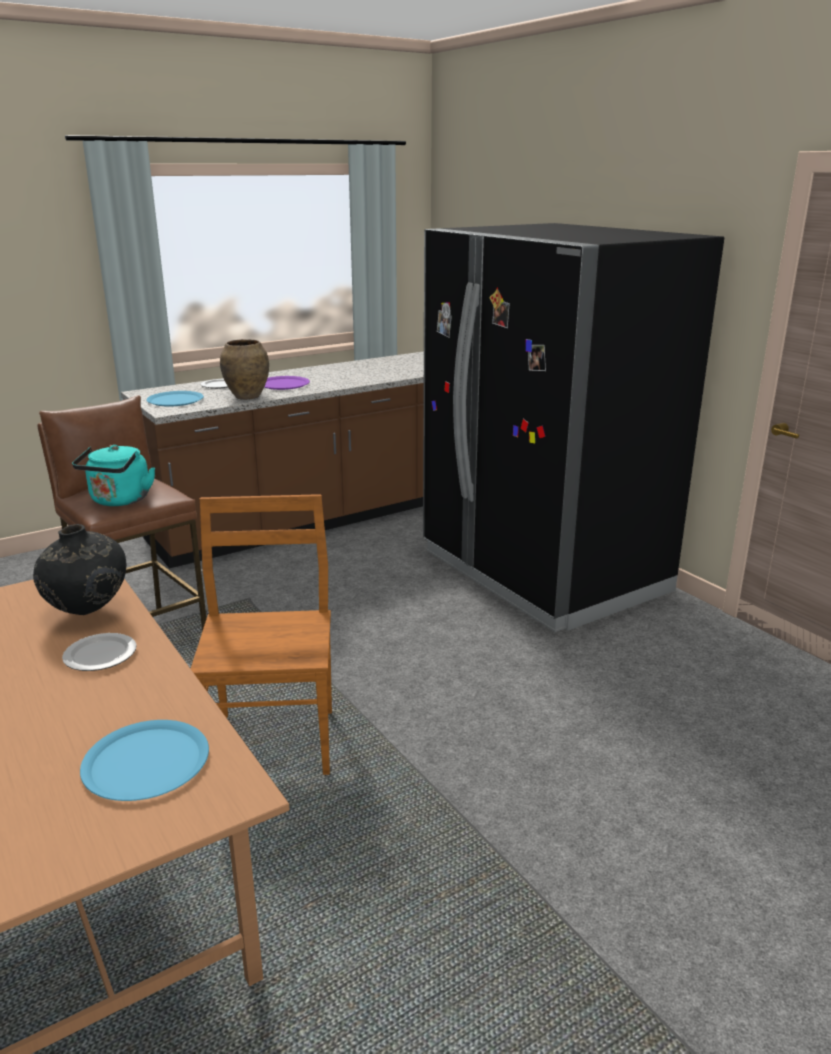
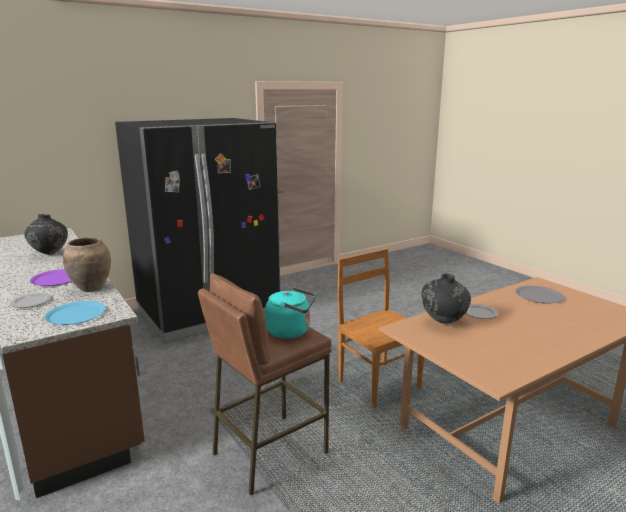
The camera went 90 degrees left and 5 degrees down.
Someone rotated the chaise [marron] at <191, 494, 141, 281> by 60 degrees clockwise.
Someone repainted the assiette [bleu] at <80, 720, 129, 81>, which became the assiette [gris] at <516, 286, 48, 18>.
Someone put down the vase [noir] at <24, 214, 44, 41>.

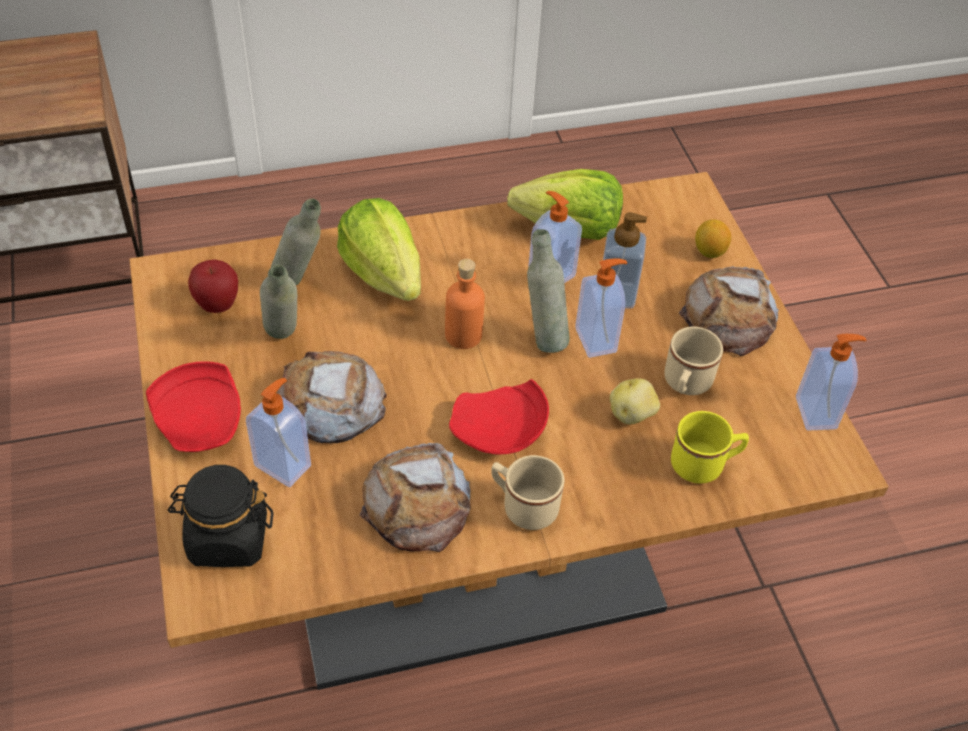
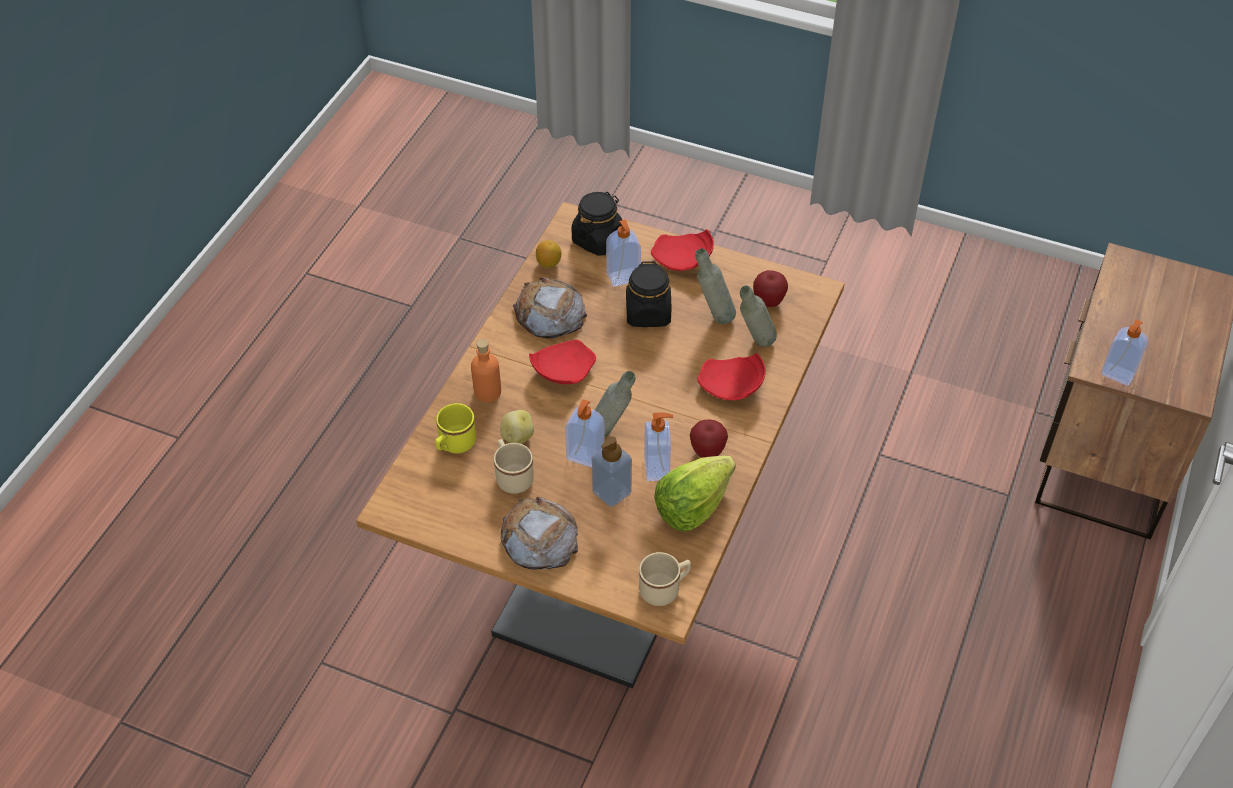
The camera went 130 degrees right and 0 degrees up.
Someone swapped the laitue at <337, 198, 84, 103> for the assiette [rouge] at <697, 353, 69, 47>.
Someone carried the citron from <695, 219, 36, 39> to <536, 240, 25, 28>.
Someone carried the bouteille [orange] from <445, 259, 40, 90> to <471, 339, 30, 63>.
Someone carried the distributeur de savon from <796, 334, 71, 97> to <1101, 319, 47, 67>.
Someone swapped the pain at <277, 351, 110, 92> for the bocal [noir] at <626, 262, 45, 65>.
Someone carried the mug [beige] from <491, 455, 73, 75> to <639, 552, 52, 54>.
Someone put down the pomme at <690, 419, 38, 39>.

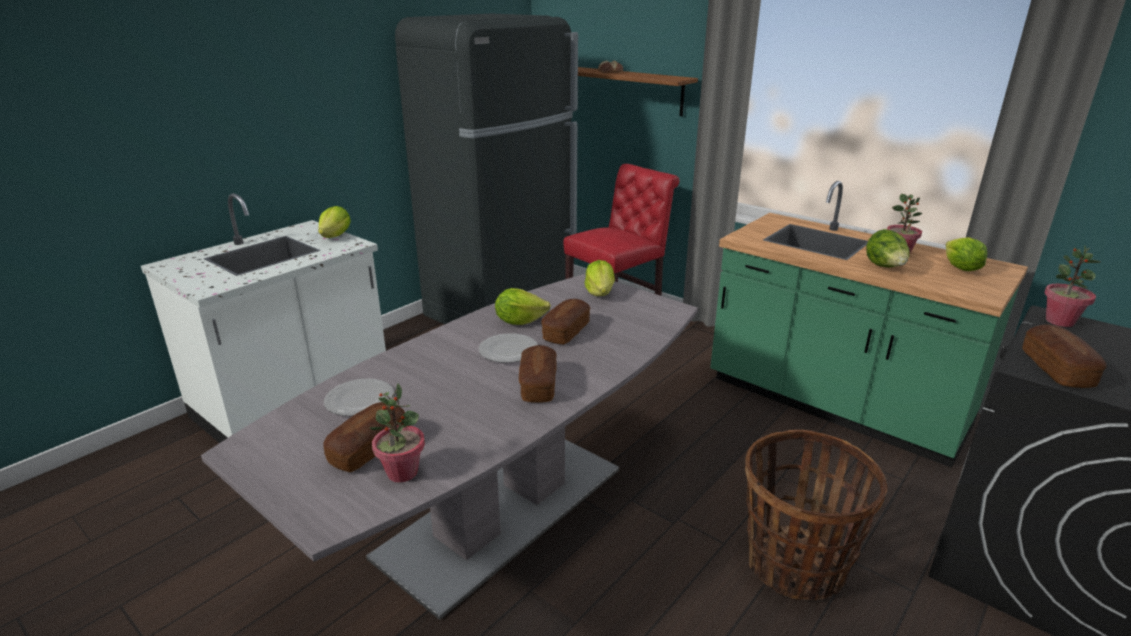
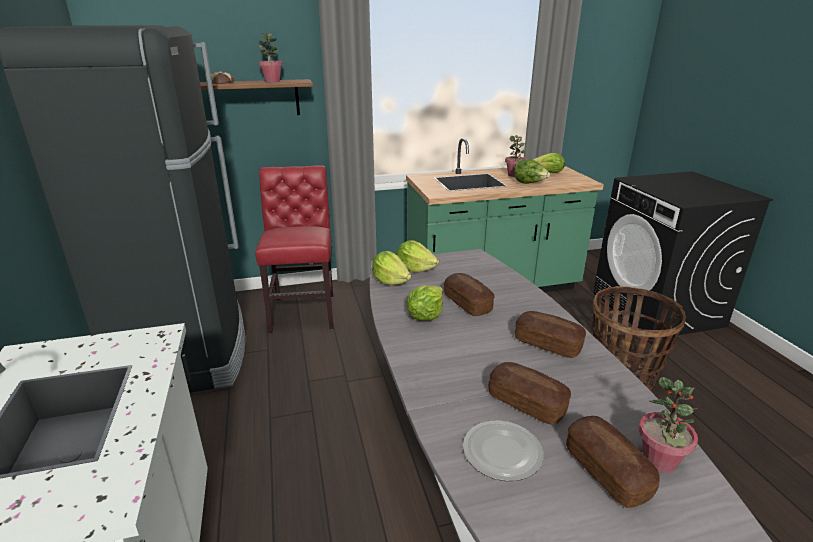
The camera went 55 degrees left and 0 degrees up.
Someone carried the laitue from <318, 206, 33, 32> to <372, 251, 39, 34>.
Someone carried the plante en pot from <1044, 245, 56, 82> to <258, 33, 25, 49>.
Someone carried the pain from <1022, 324, 85, 64> to <488, 362, 83, 63>.
Someone took away the assiette at <478, 333, 60, 30>.

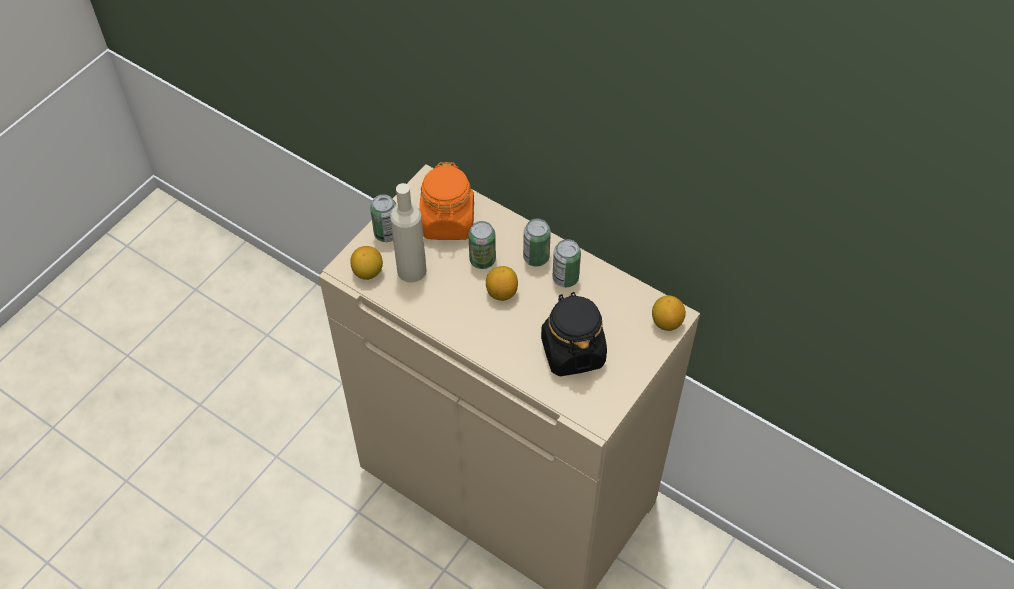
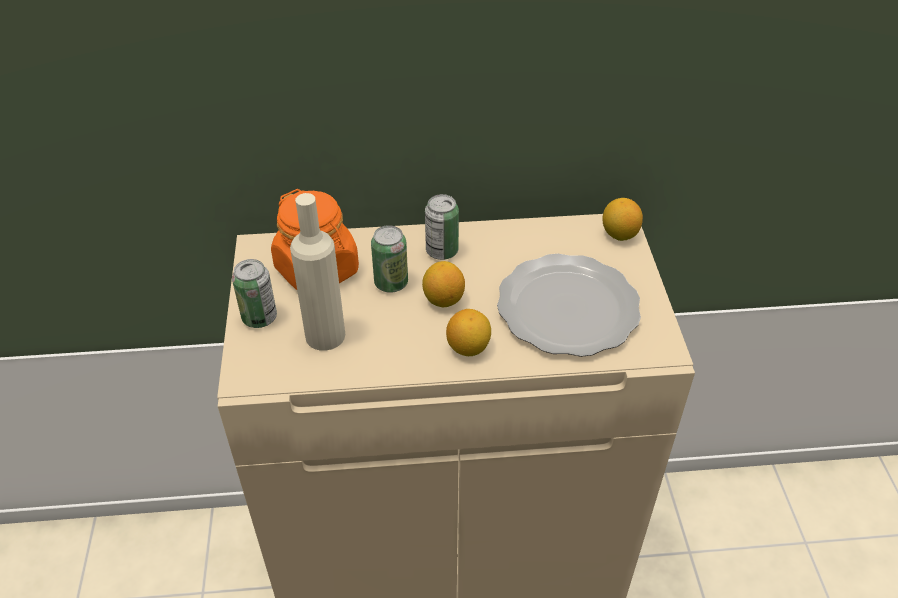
The camera went 40 degrees left and 10 degrees down.
Someone took away the boîte métallique at <552, 239, 29, 48>.
Someone carried the citron from <350, 246, 33, 34> to <446, 309, 45, 47>.
Someone swapped the bocal [noir] at <541, 292, 66, 85> for the assiette at <497, 254, 144, 103>.

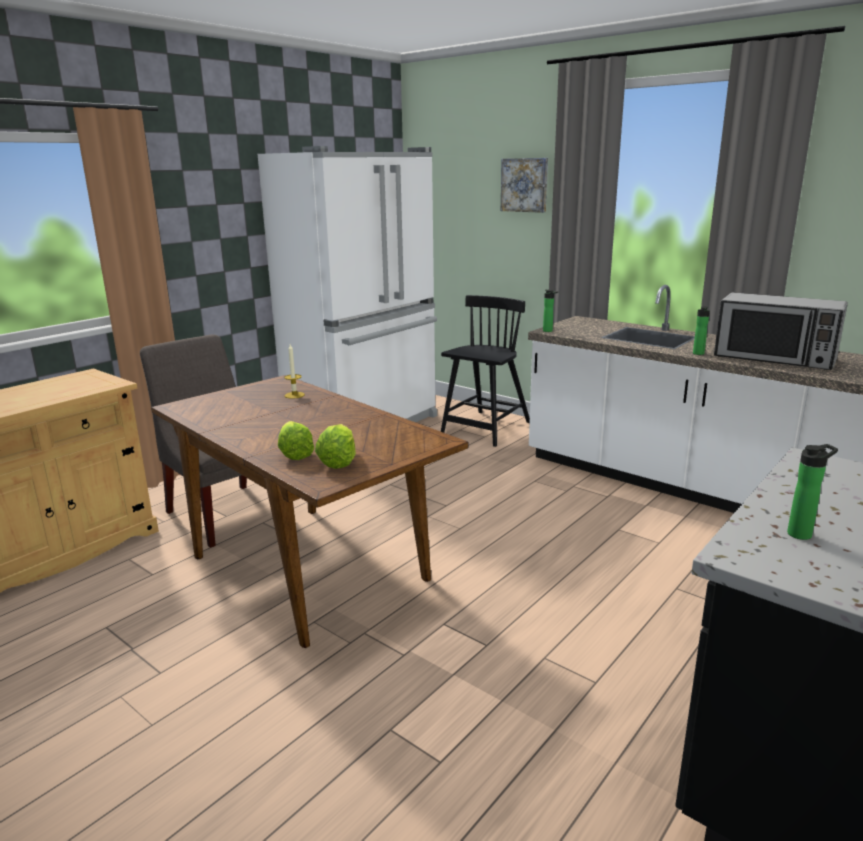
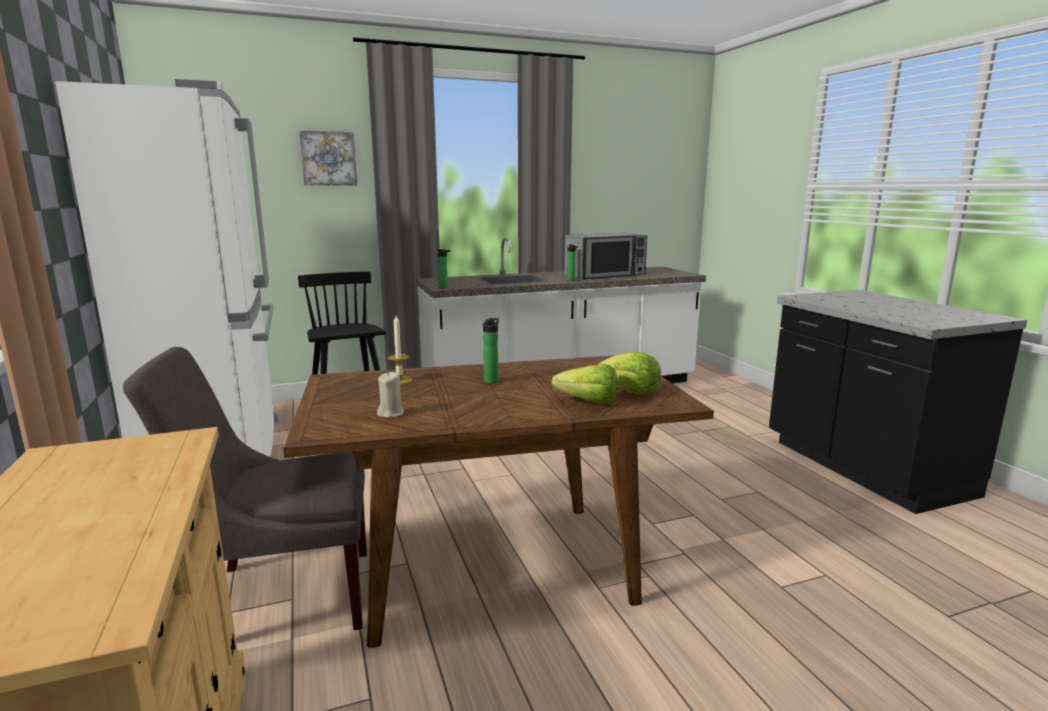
The camera went 60 degrees left and 5 degrees down.
Someone carried the bouteille from <787, 444, 51, 96> to <483, 318, 16, 66>.
Someone put down the bougie [beige] at <377, 372, 27, 46>.

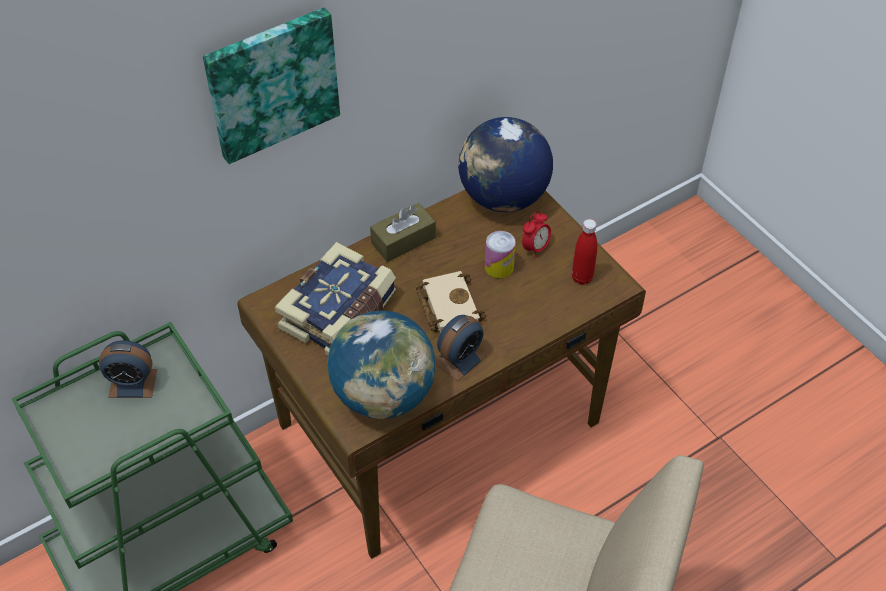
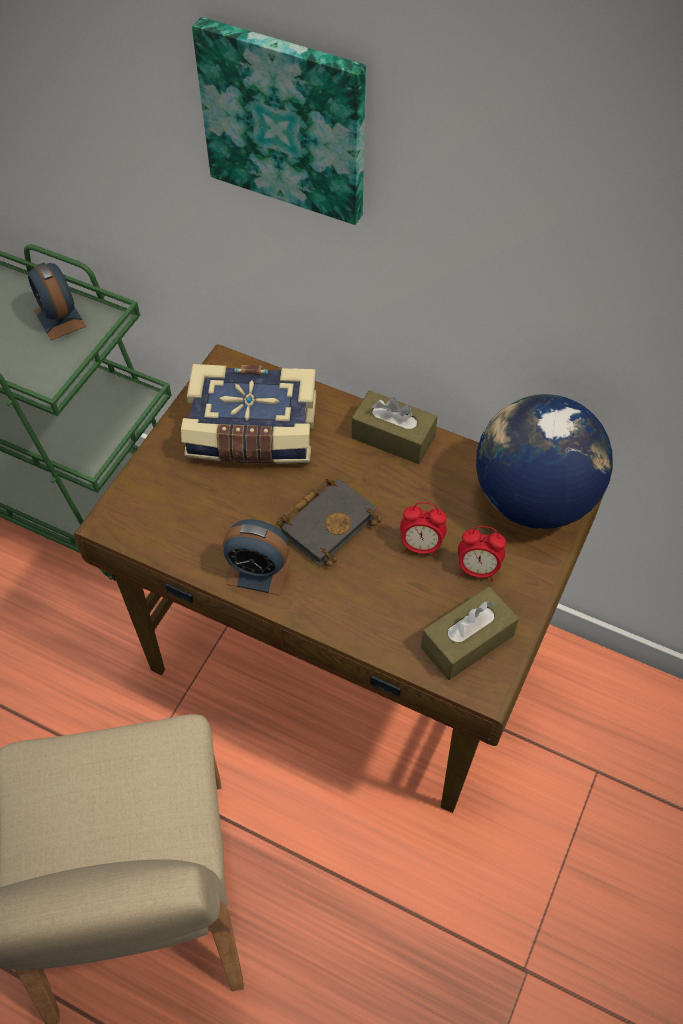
The camera went 60 degrees right and 5 degrees up.
Someone swapped the bouteille [rouge] at <572, 219, 25, 66> for the boîte à mouchoirs [marron] at <421, 586, 98, 94>.
Someone swapped the boîte métallique at <485, 231, 31, 48> for the réveil at <400, 502, 47, 55>.
Someone repainted the livre [beige] at <415, 271, 71, 62>, which became the livre [noir] at <277, 478, 104, 89>.
Someone took away the globe at <327, 311, 109, 108>.

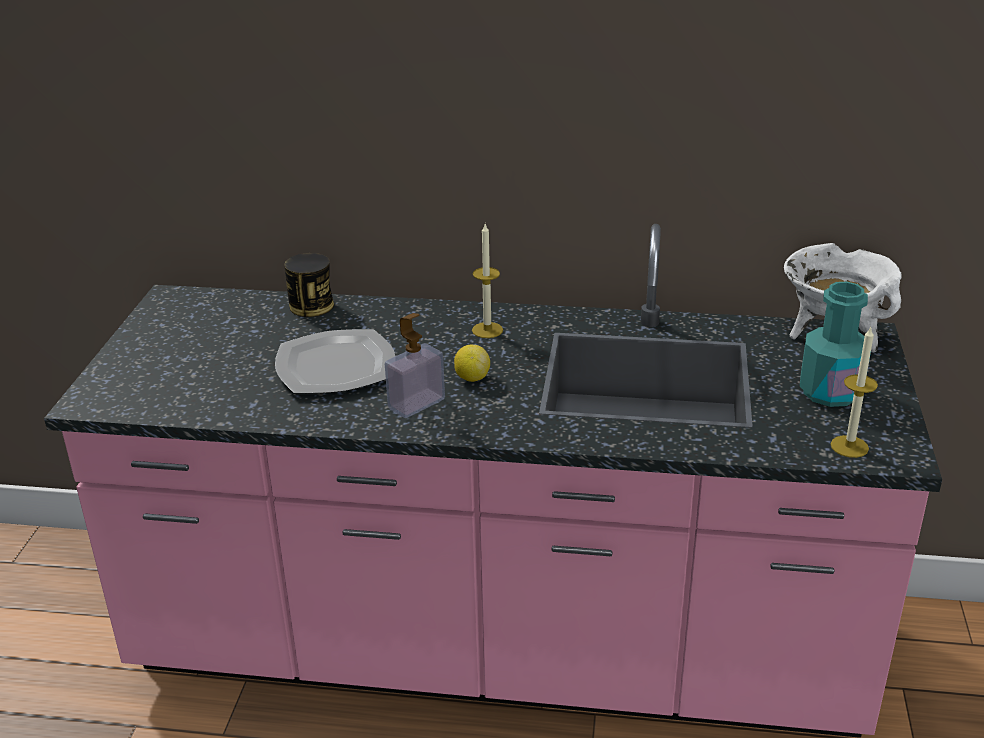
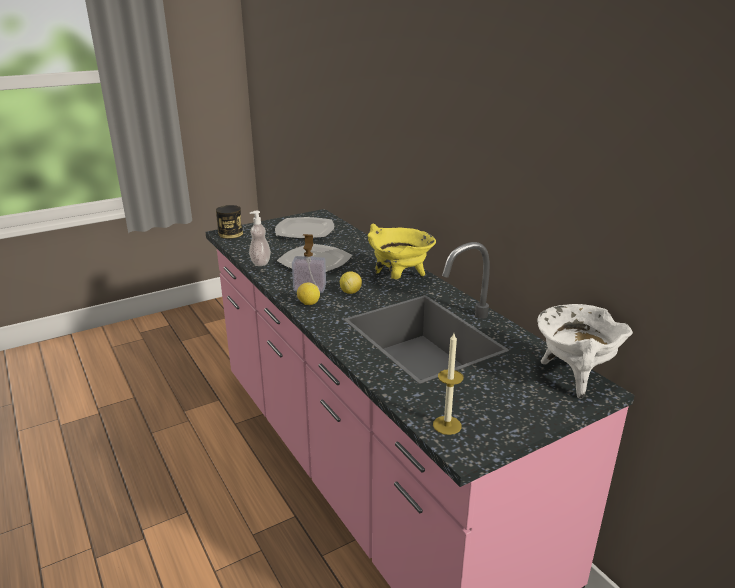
The camera went 50 degrees right and 5 degrees down.
Someone swapped the bougie at <472, 224, 31, 114> for the marmite [jaune] at <368, 224, 68, 55>.
Someone carried the boîte métallique from <284, 253, 50, 64> to <216, 205, 27, 34>.
Someone took away the bouteille [turquoise] at <800, 282, 71, 125>.
Someone put down the distributeur de savon at <249, 211, 22, 55>.
Someone put down the assiette at <275, 217, 59, 21>.
Someone put down the citron at <297, 282, 23, 23>.

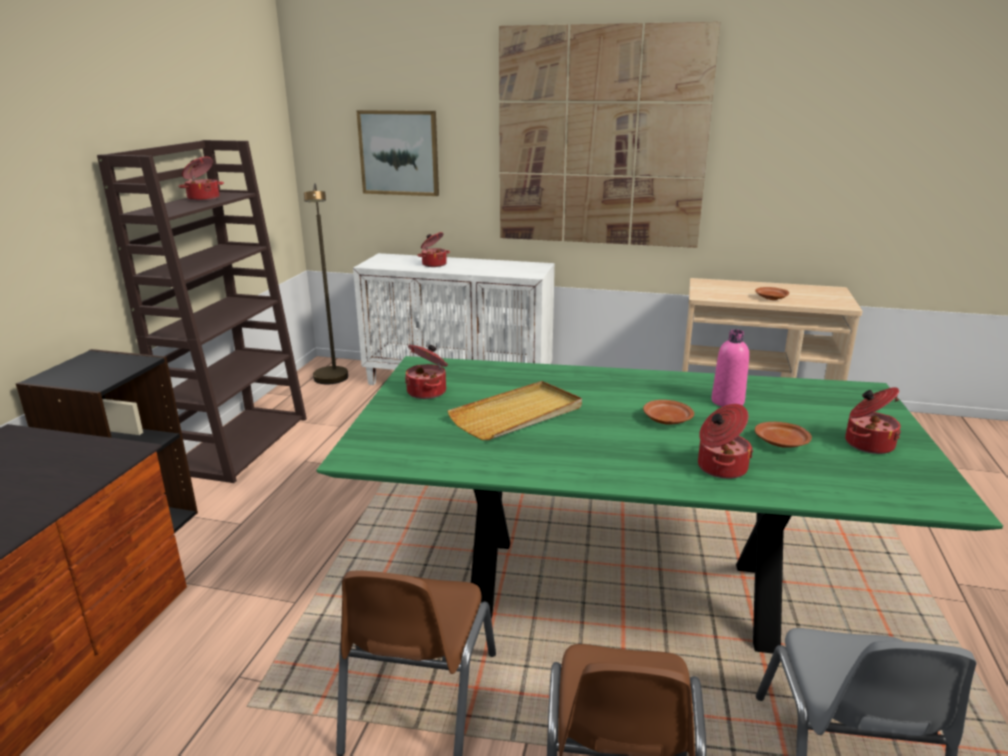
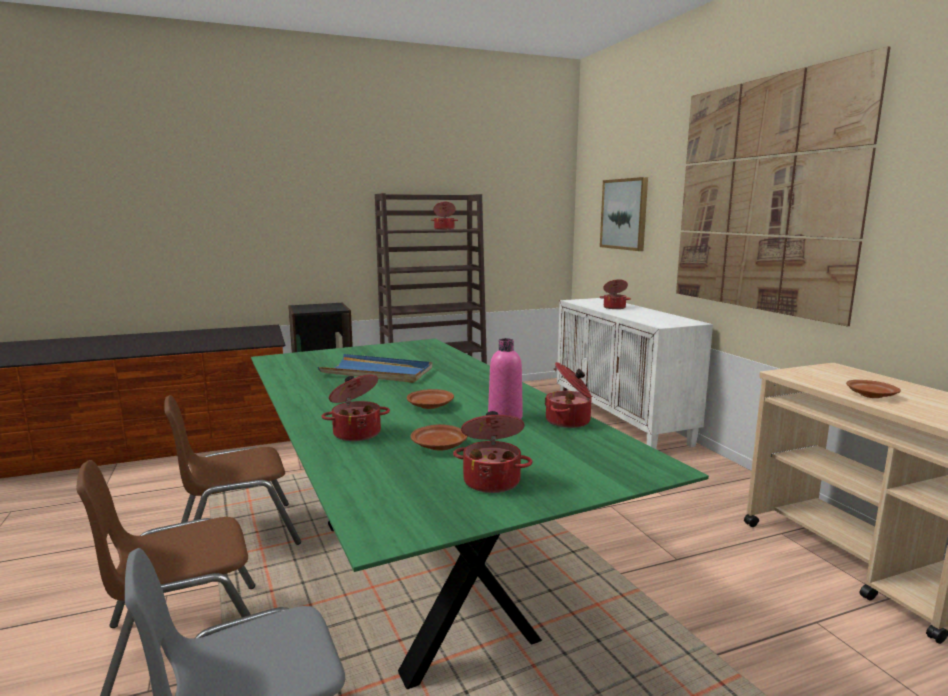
The camera went 55 degrees right and 10 degrees down.
Someone took away the lampadaire [marron] at <304, 183, 44, 201>.
Someone carried the marmite from <405, 345, 43, 54> to <545, 362, 47, 66>.
Someone repainted the plateau [beige] at <447, 381, 135, 59>, which became the plateau [bleu] at <318, 354, 114, 29>.

